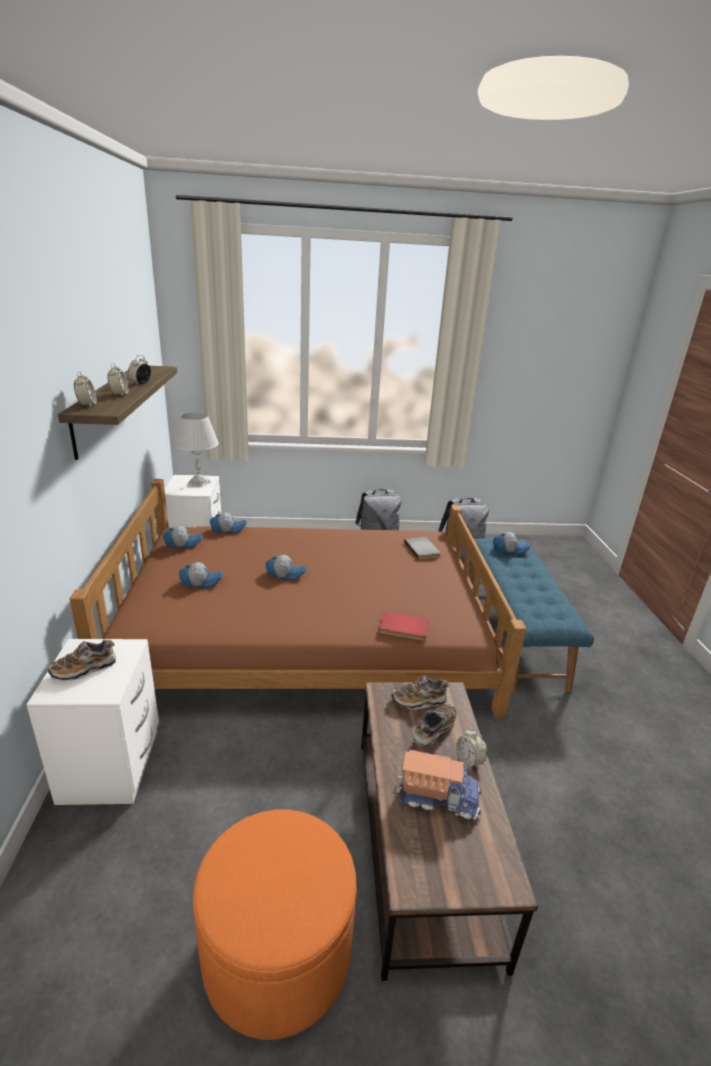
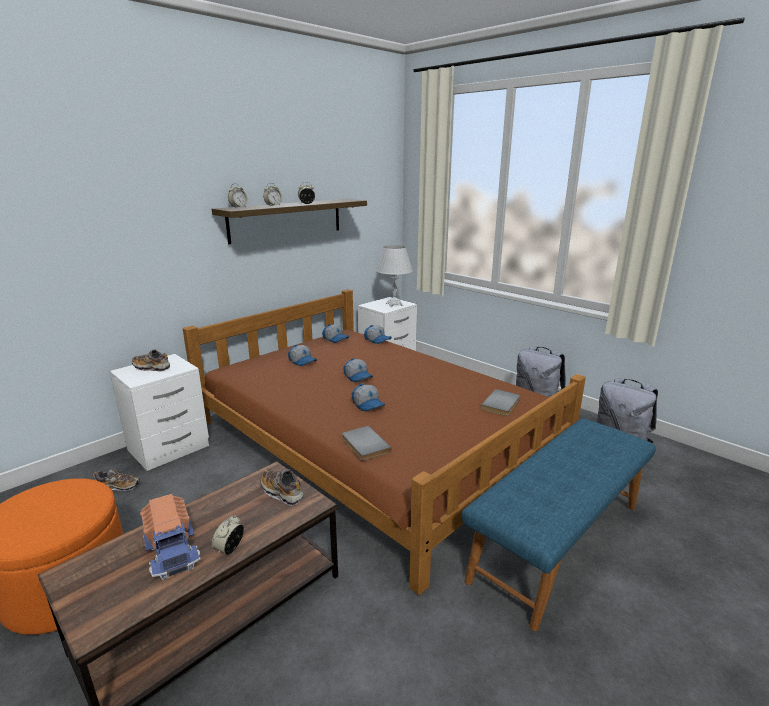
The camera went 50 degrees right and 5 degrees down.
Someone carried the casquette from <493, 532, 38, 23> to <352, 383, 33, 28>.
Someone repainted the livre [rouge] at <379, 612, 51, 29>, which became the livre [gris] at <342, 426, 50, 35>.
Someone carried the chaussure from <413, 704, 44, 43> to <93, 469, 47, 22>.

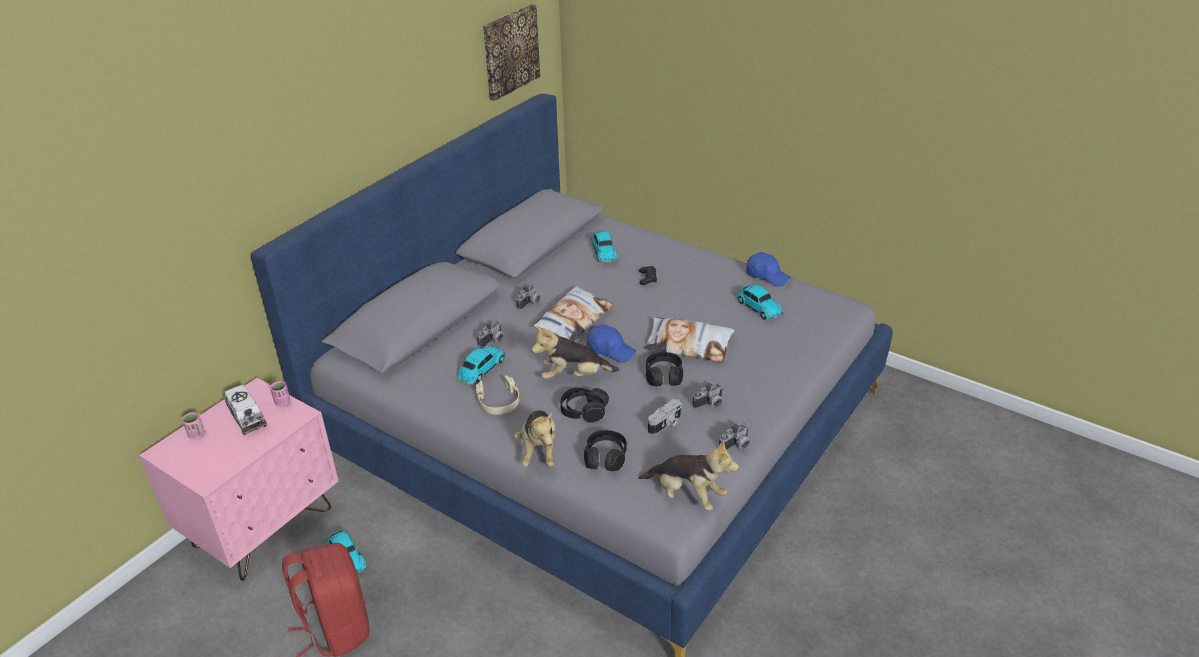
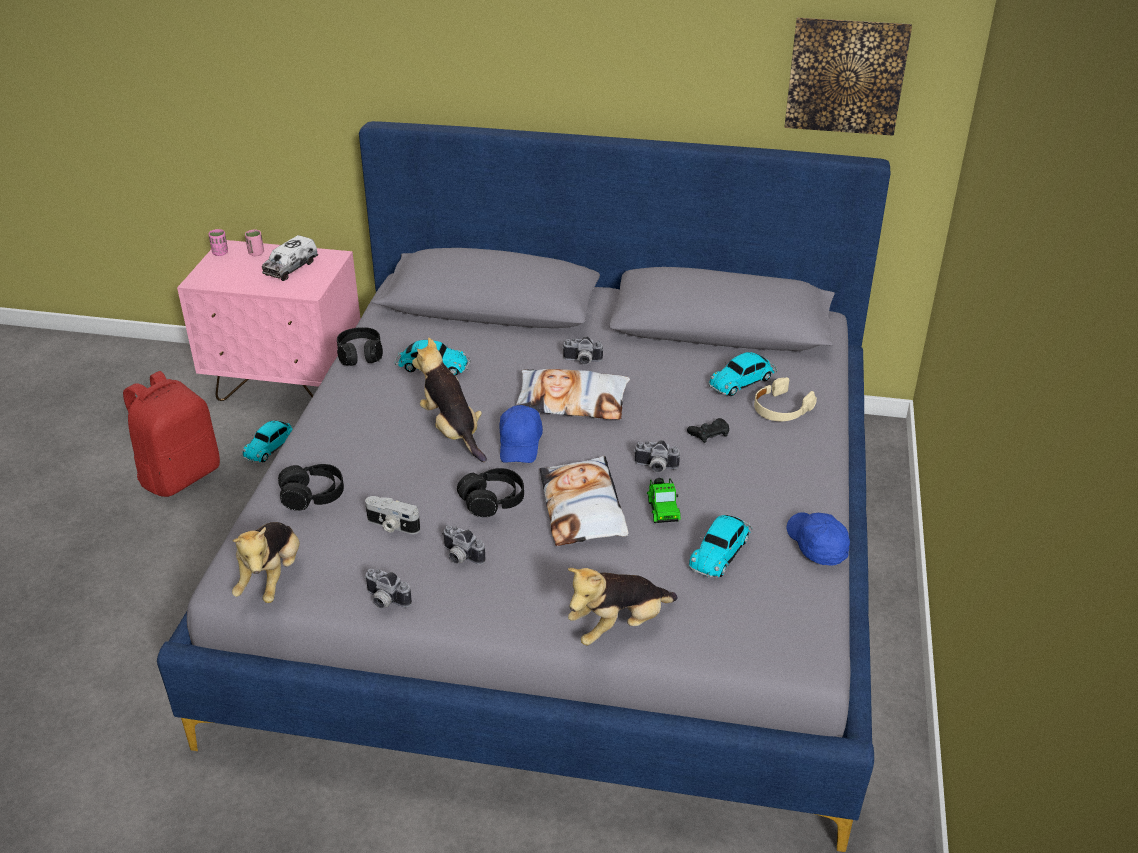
The camera went 65 degrees right and 0 degrees up.
Someone rotated the casquette [bleu] at <746, 252, 45, 34> by 150 degrees clockwise.
Someone carried the appareil photo from <477, 320, 27, 28> to <634, 440, 46, 33>.
Someone carried the casque audio [beige] from <476, 375, 43, 40> to <754, 377, 63, 44>.
Someone carried the tasse [rose] from <270, 381, 20, 26> to <209, 229, 19, 27>.
Someone carried the casque audio [noir] from <560, 388, 49, 35> to <337, 327, 46, 39>.
Someone carried the peluche from <514, 410, 41, 57> to <568, 568, 110, 77>.
Someone put down the petite voiture at <647, 478, 34, 45>.

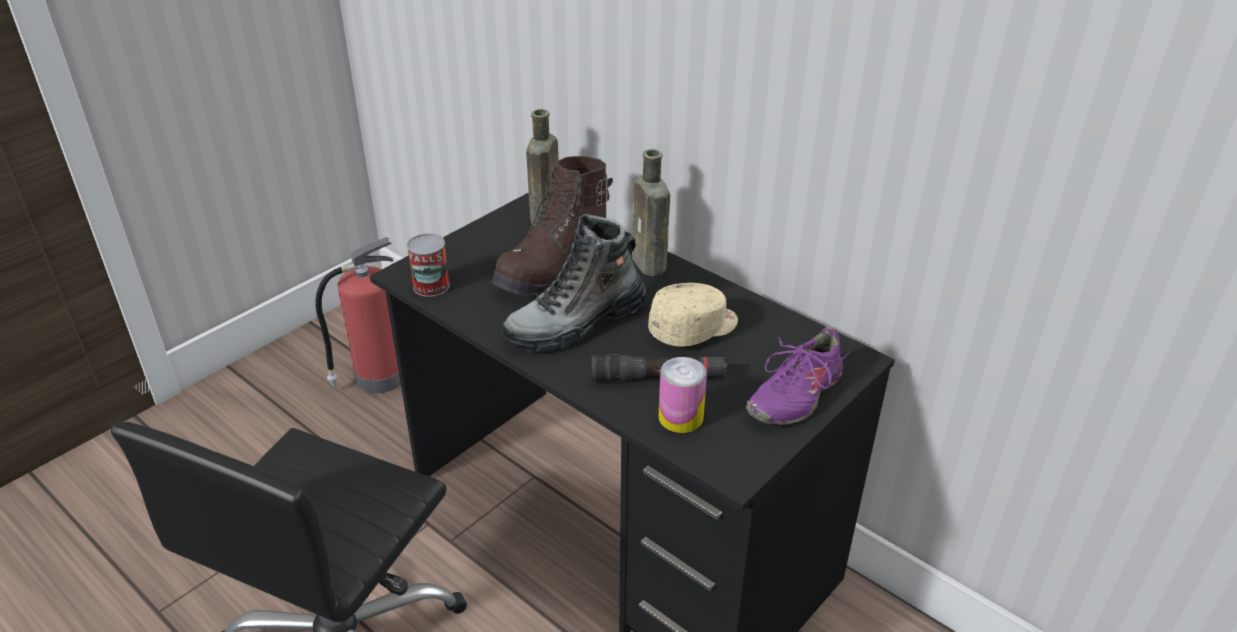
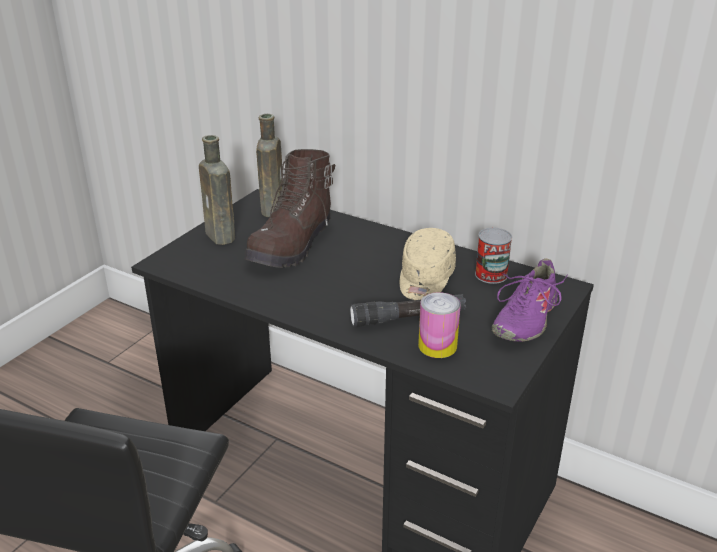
The camera went 10 degrees left and 5 degrees down.
Someone carried the bouteille [marron] from <632, 149, 38, 131> to <199, 135, 36, 110>.
Someone took away the botte at <502, 214, 146, 139>.
Someone carried the boîte métallique from <407, 233, 43, 64> to <475, 228, 37, 56>.
Someone took away the extincteur at <316, 237, 85, 156>.
Someone rotated the casquette [beige] at <648, 283, 90, 64> by 150 degrees clockwise.

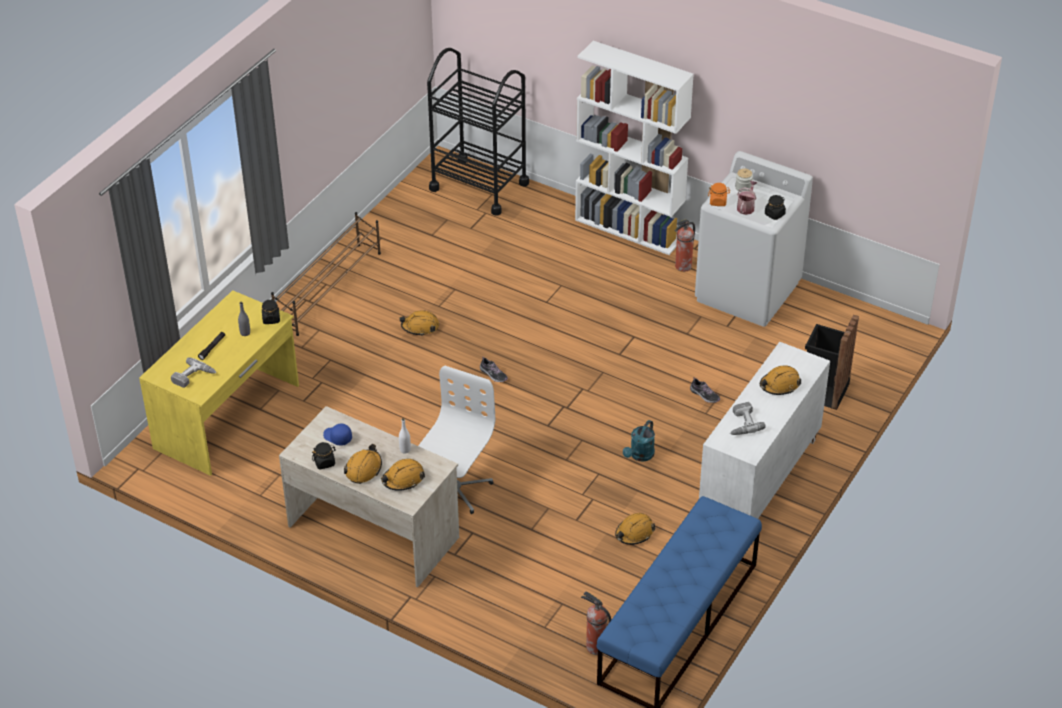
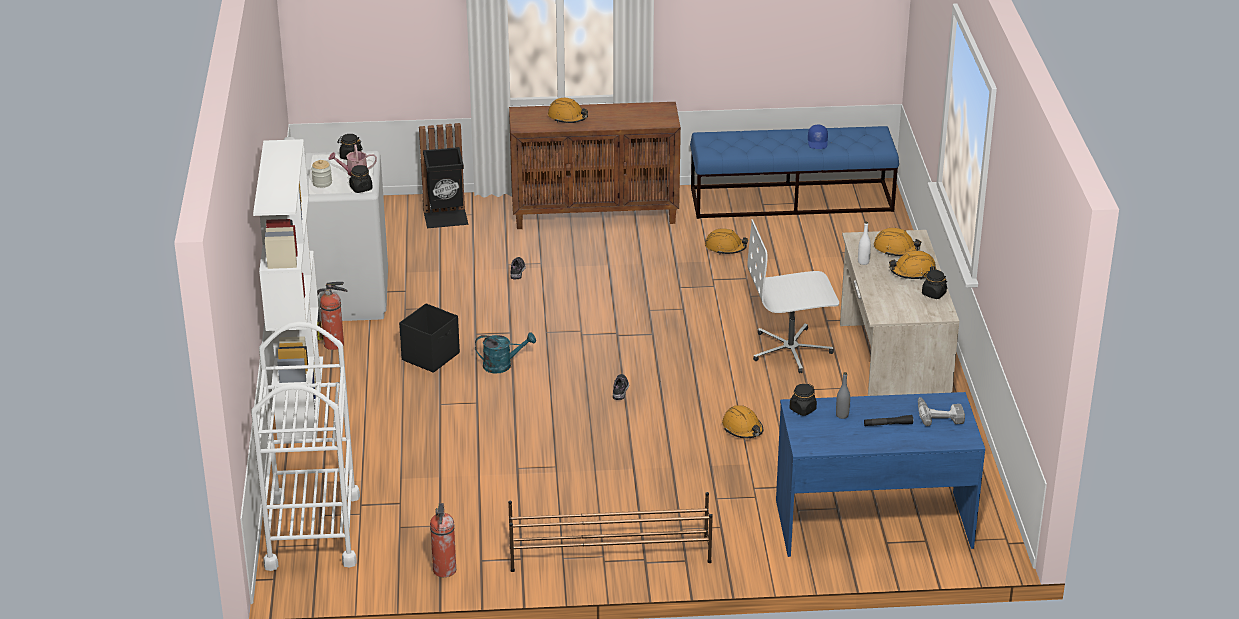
The camera went 125 degrees left and 10 degrees down.
Someone repainted the chariot [noir] at <427, 48, 102, 168>, which became the chariot [blanc] at <251, 322, 109, 249>.
Someone repainted the bocal [orange] at <708, 183, 22, 23>, which became the bocal [noir] at <349, 165, 24, 28>.
Someone repainted the bureau [jaune] at <139, 290, 160, 186>, which became the bureau [bleu] at <776, 392, 209, 165>.
Someone carried the casque de chantier [orange] from <399, 310, 40, 26> to <722, 405, 41, 33>.
Someone repainted the meuble de rangement [blanc] at <699, 342, 131, 177>, which became the meuble de rangement [marron] at <509, 102, 172, 127>.
Someone took away the perceuse at <730, 402, 36, 33>.
Someone carried the arrosoir [turquoise] from <623, 420, 32, 42> to <475, 332, 61, 41>.
Someone carried the casquette [bleu] from <323, 424, 29, 22> to <808, 125, 20, 24>.
Someone carried the extincteur from <581, 591, 30, 64> to <430, 503, 26, 74>.
Someone put down the boîte de rangement [noir] at <399, 303, 61, 70>.

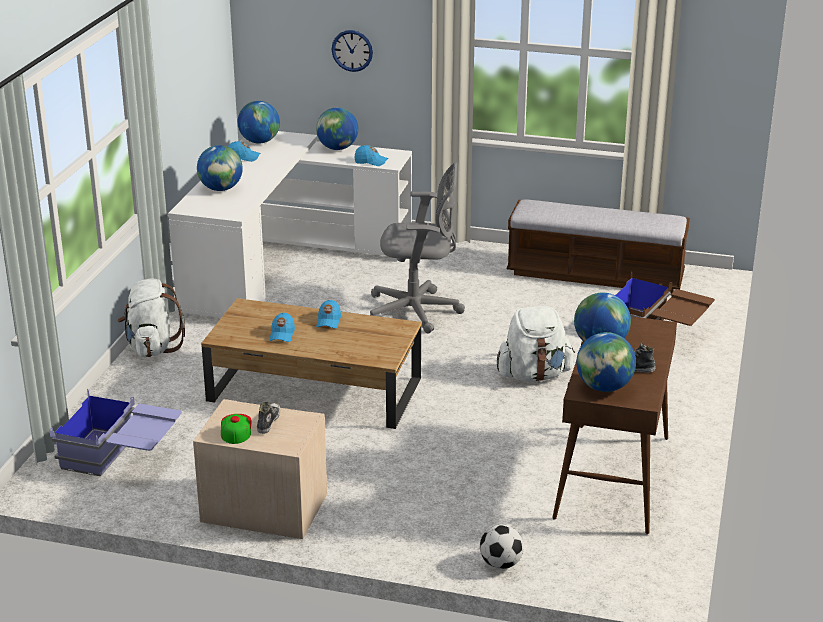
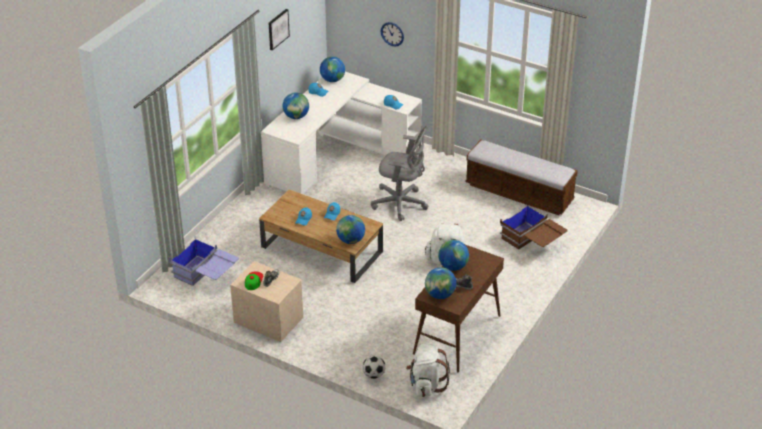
The camera went 15 degrees right and 10 degrees up.
Someone carried the globe from <316, 107, 42, 43> to <336, 215, 29, 29>.
Someone carried the sac à dos [blanc] from <117, 279, 68, 78> to <406, 343, 44, 54>.
Someone put up the tableau at <269, 9, 21, 41>.

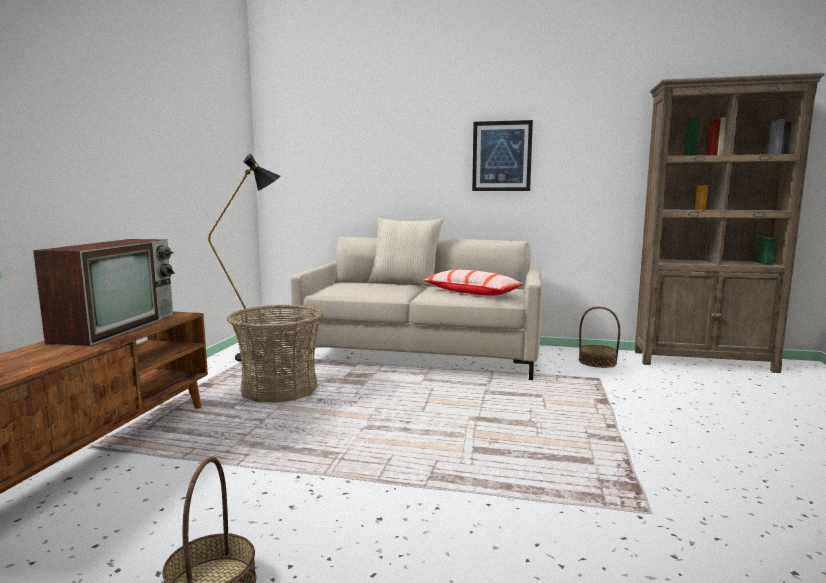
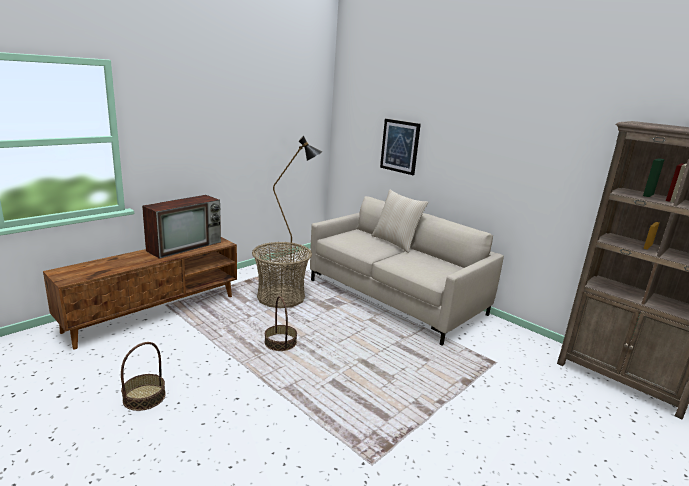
The camera went 30 degrees right and 10 degrees up.
Someone carried the tableau from <472, 120, 61, 71> to <380, 119, 41, 56>.
Someone took away the coussin at <423, 270, 101, 25>.
Someone carried the panier from <579, 306, 41, 62> to <265, 296, 32, 55>.

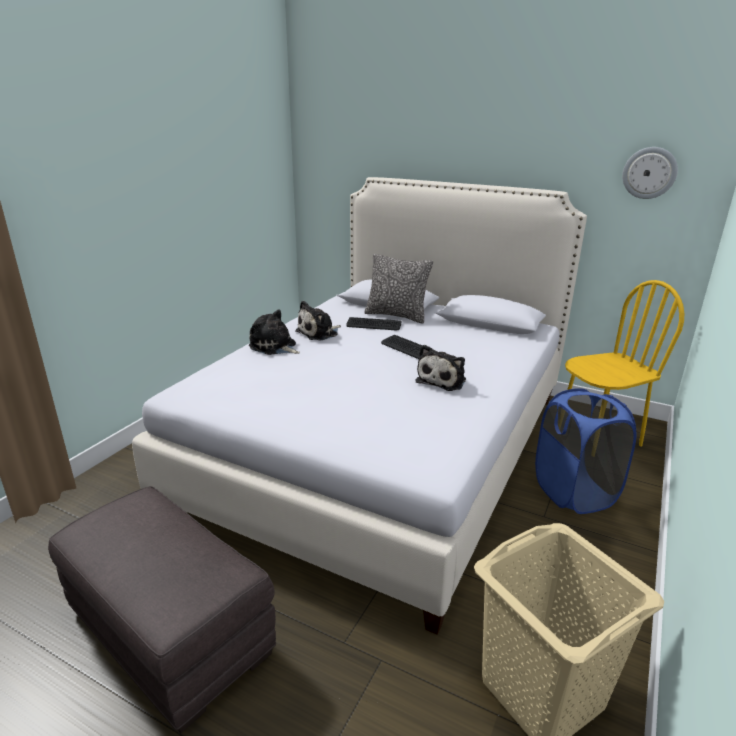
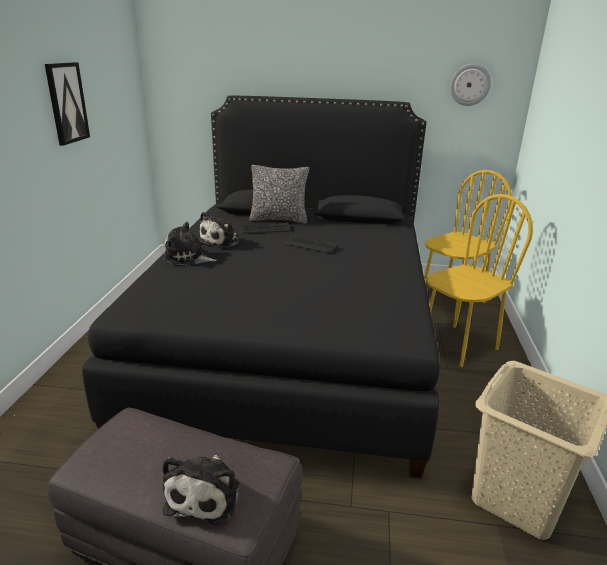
The camera went 20 degrees left and 0 degrees up.
Someone repainted the lit [blanc] at <132, 177, 455, 458>, which became the lit [noir] at <82, 96, 357, 382>.
Someone carried the peluche from <415, 345, 51, 46> to <162, 455, 78, 70>.
Someone swapped the panier à linge [bleu] at <535, 388, 101, 126> for the chaise [jaune] at <427, 194, 106, 173>.
Someone put up the tableau at <45, 62, 45, 84>.

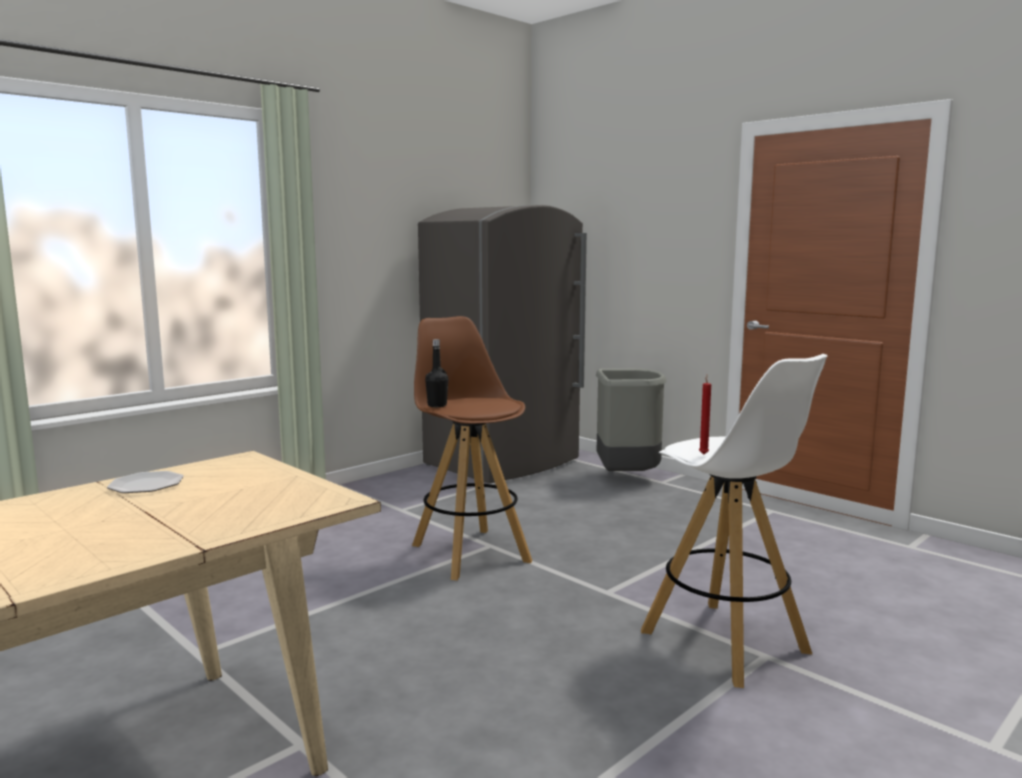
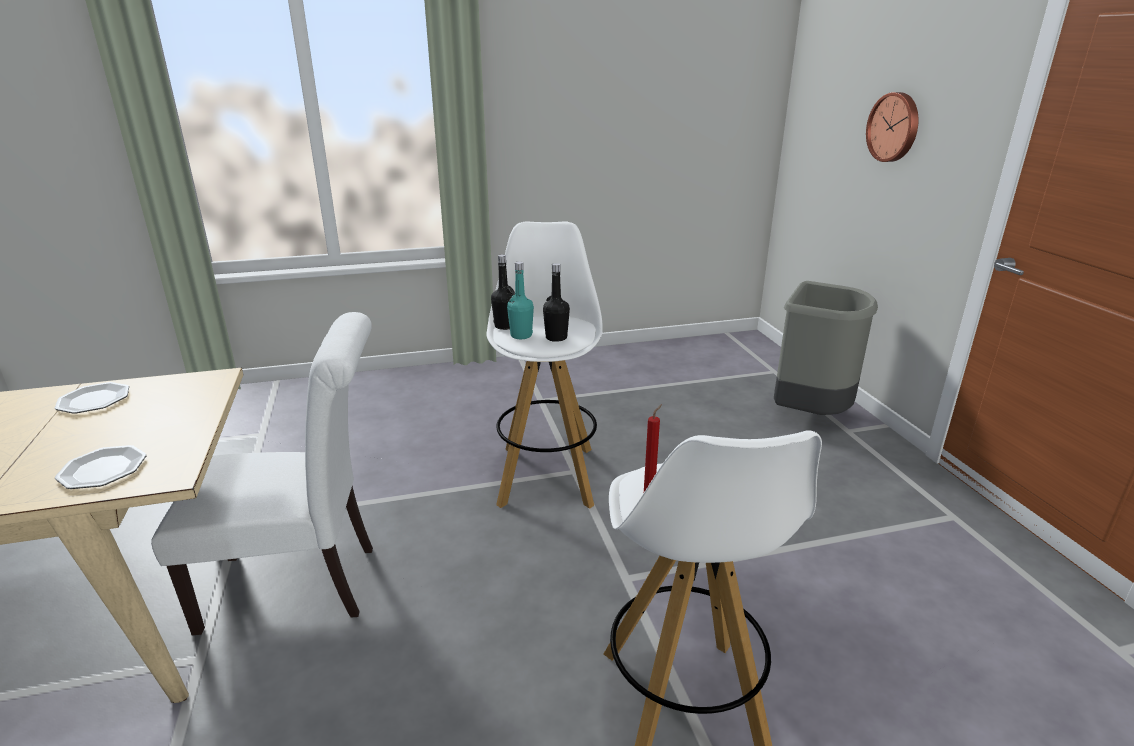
The camera went 30 degrees right and 15 degrees up.
Someone took away the réfrigérateur [gris] at <418, 205, 169, 279>.
Someone repainted the tabouret [marron] at <412, 316, 120, 265>, which became the tabouret [blanc] at <486, 222, 117, 287>.
Someone put up the horloge murale at <866, 92, 53, 70>.
Someone put down the bouteille [turquoise] at <507, 262, 27, 77>.
Someone put down the bouteille [noir] at <543, 263, 27, 79>.
Someone put down the chaise [blanc] at <151, 312, 222, 323>.
Someone put down the assiette at <55, 445, 92, 44>.

